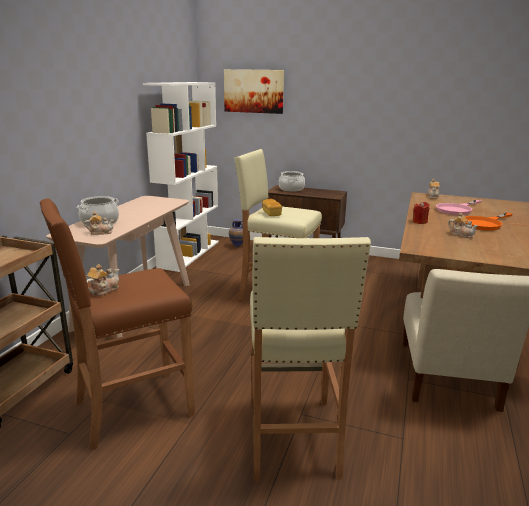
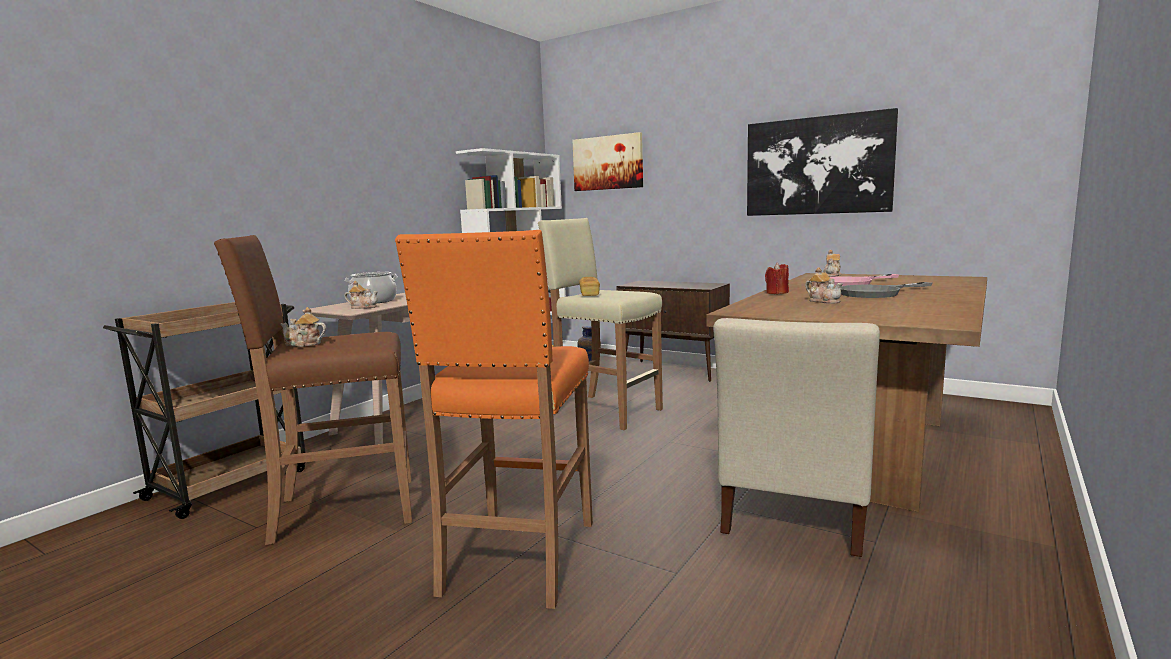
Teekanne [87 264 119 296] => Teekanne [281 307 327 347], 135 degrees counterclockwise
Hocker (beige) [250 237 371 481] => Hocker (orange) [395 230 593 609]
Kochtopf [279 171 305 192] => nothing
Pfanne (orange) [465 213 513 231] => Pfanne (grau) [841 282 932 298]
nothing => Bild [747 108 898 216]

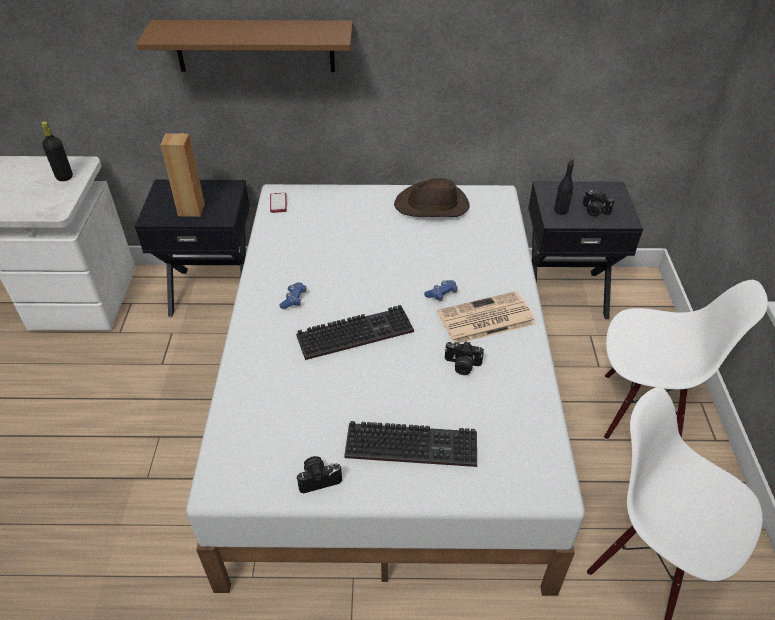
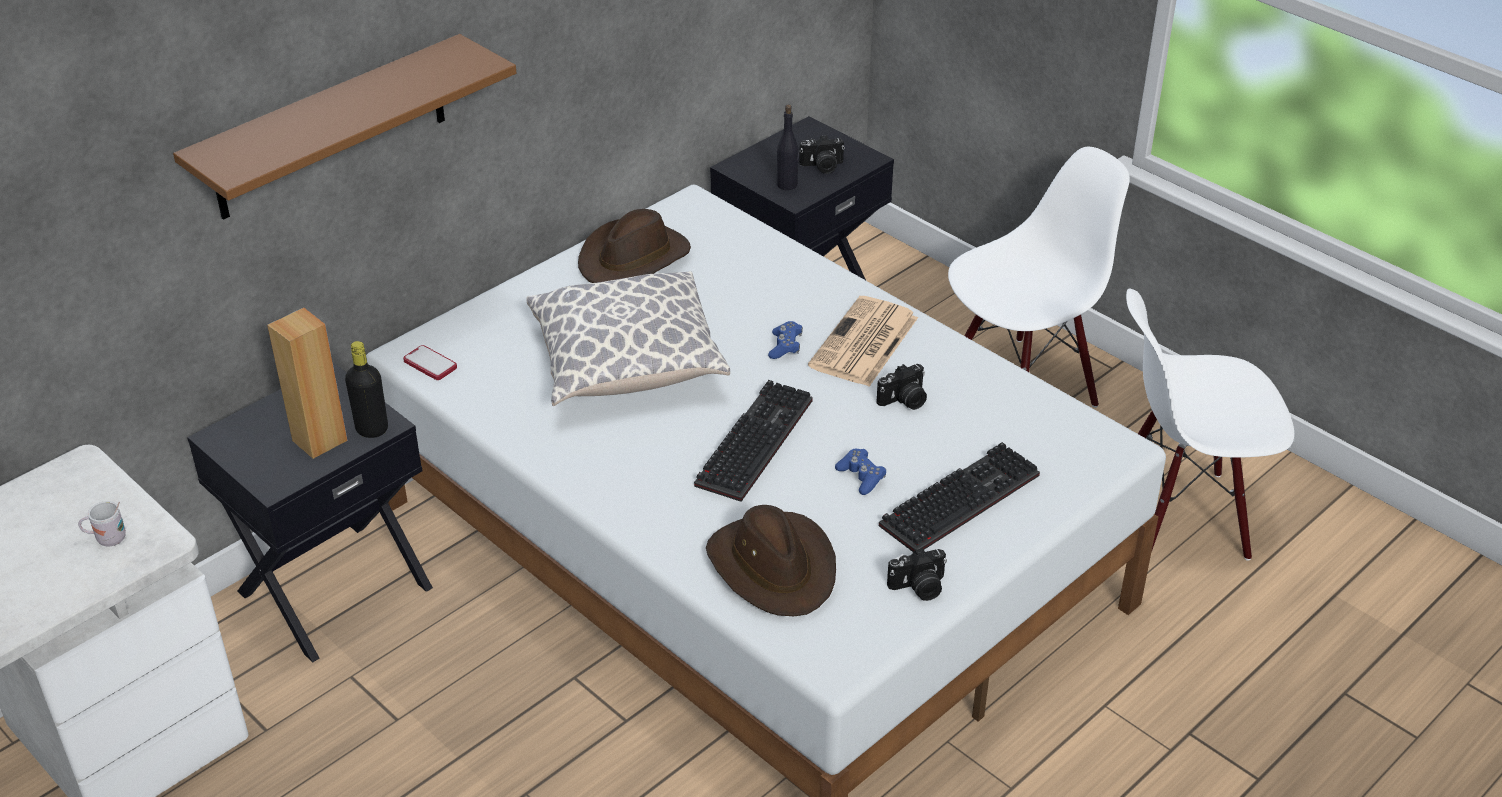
Flasche (schwarz) [41 121 73 181] => Flasche (schwarz) [345 341 388 438], move
Gamepad (blau) [279 282 307 309] => Gamepad (blau) [835 449 886 495], move
Kamera [296 456 342 493] => Kamera [887 548 947 601], 135 degrees counterclockwise
nothing => Henkelbecher (weiß) [78 501 126 547]
nothing => Kissen [526 271 730 406]
nothing => Hut (braun) [706 505 836 616]

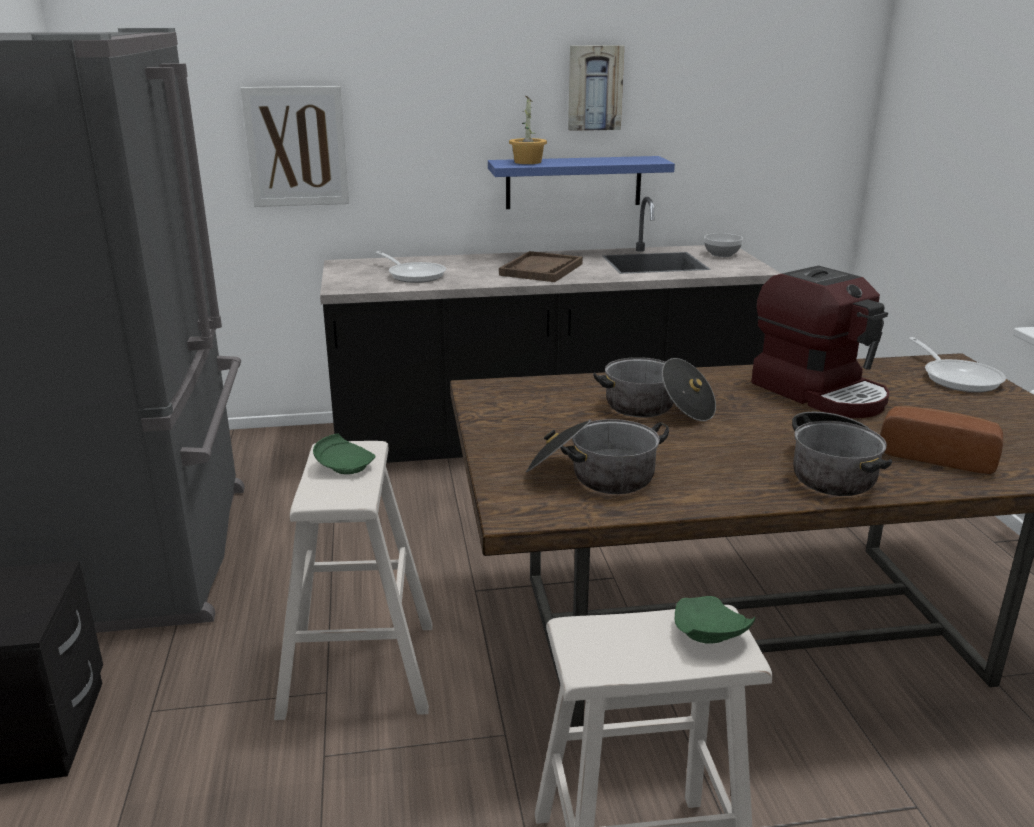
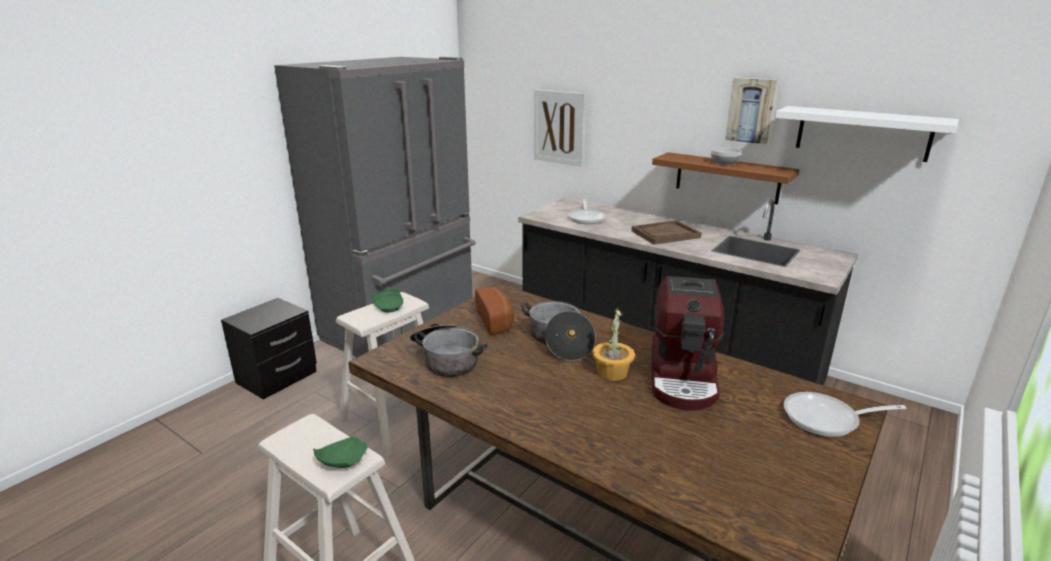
Wandregal (blau) [488 156 675 209] => Wandregal (braun) [652 152 799 205]
Topfpflanze [509 96 547 164] => Topfpflanze [592 308 635 381], move
Schüssel [704 233 743 257] => Schüssel [711 147 742 165], move
Kochtopf [792 412 892 496] => nothing
Brot [880 406 1003 474] => Brot [475 287 514 335], move
Pfanne [909 337 1006 392] => Pfanne [784 392 906 437], 60 degrees clockwise
nothing => Wandregal (weiß) [775 106 959 162]

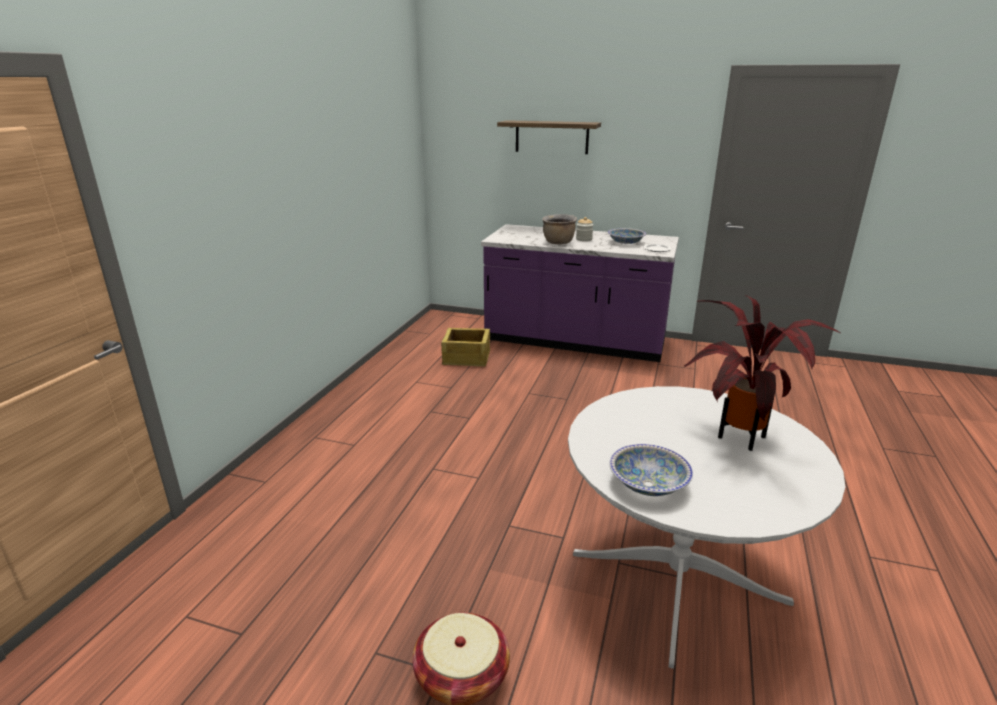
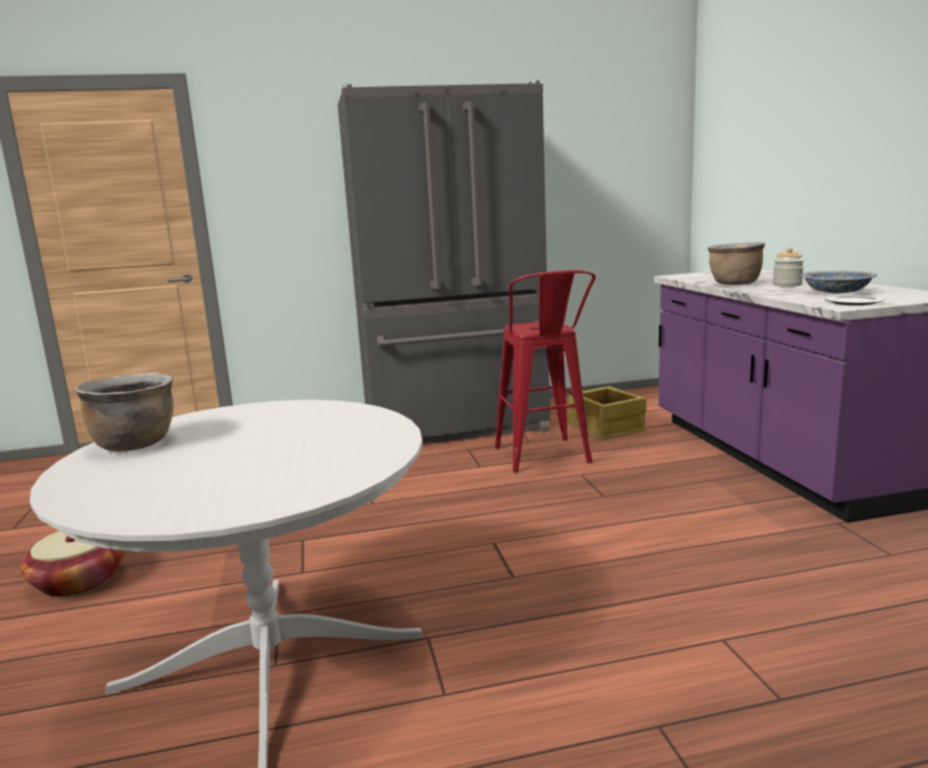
Wandregal [497 120 601 154] => nothing
Schüssel [609 444 693 496] => Kochtopf (braun) [75 373 174 451]
Topfpflanze [684 295 842 451] => nothing
nothing => Kühlschrank (grau) [338 81 550 444]
nothing => Hocker (rot) [495 270 596 472]

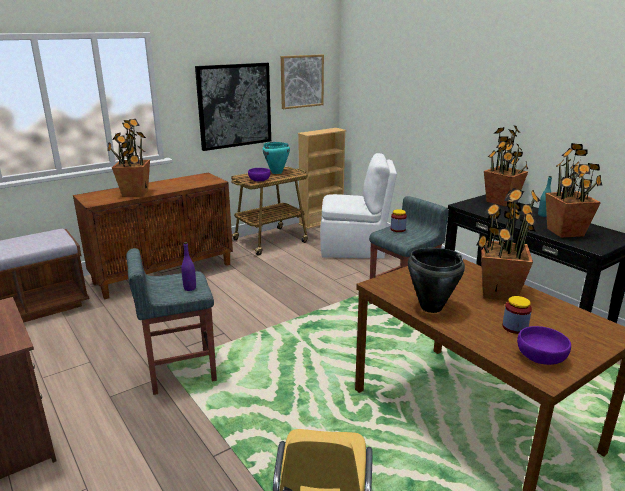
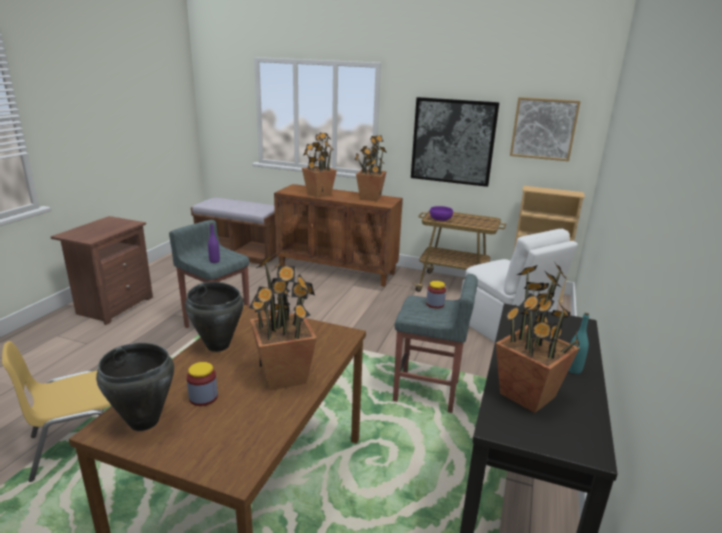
Kochtopf (türkis) [262 142 290 174] => nothing
Topfpflanze [484 126 528 207] => Topfpflanze [355 135 387 201], move
Schüssel (lila) [517 326 571 365] => Kochtopf (schwarz) [96 343 174 431]

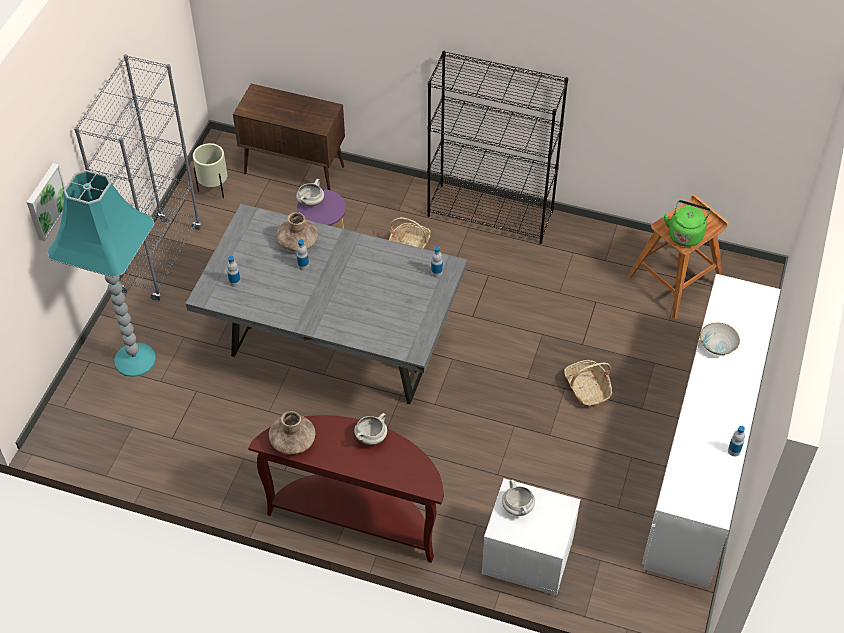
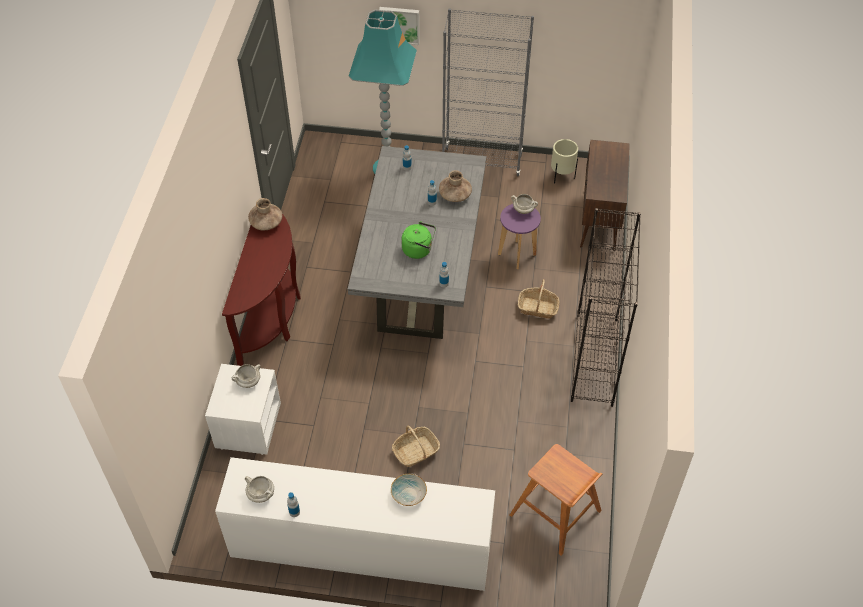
Kochtopf (weiß) [354 413 387 445] => Kochtopf (weiß) [245 476 274 503], move
Wasserkessel (grün) [664 200 711 247] => Wasserkessel (grün) [401 221 436 259], move

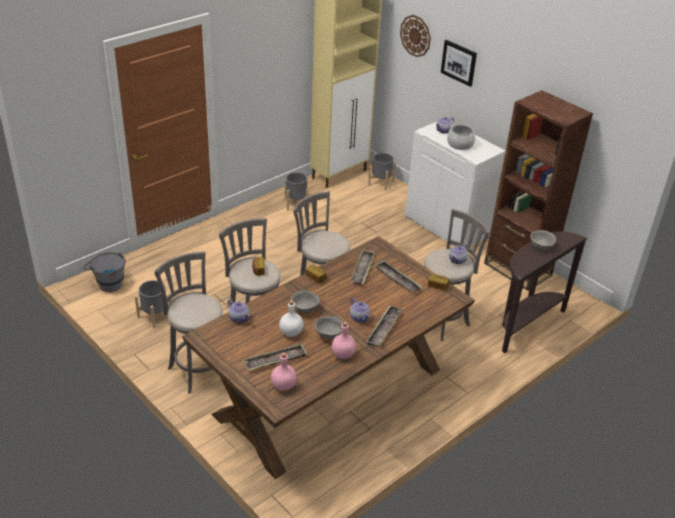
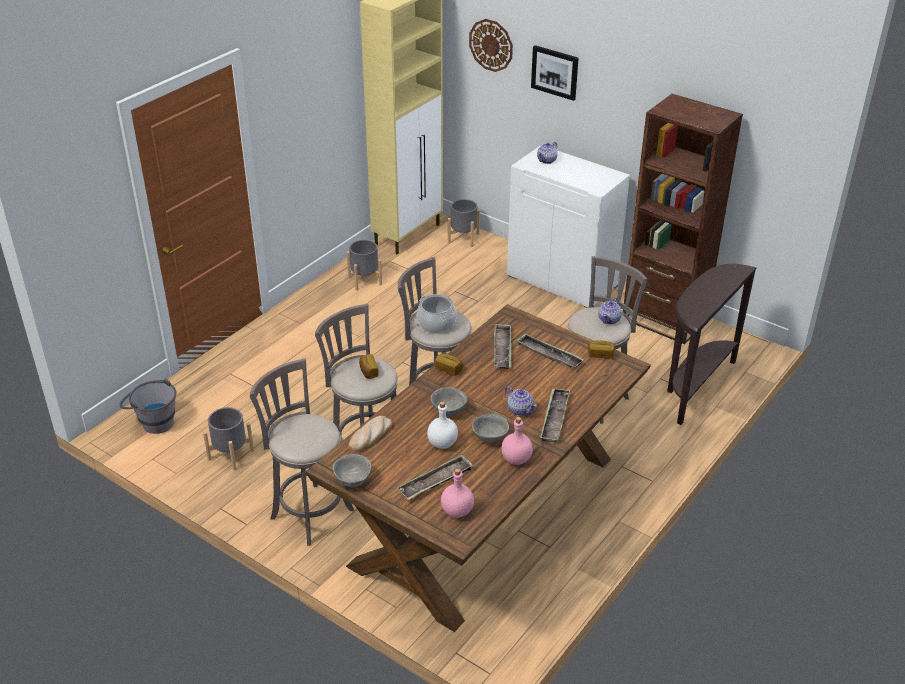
Teekanne [227 299 250 323] => Brot [348 416 392 451]
Kochtopf [447 124 475 150] => Kochtopf [417 294 457 333], move
Schüssel (grau) [530 230 556 250] => Schüssel (grau) [332 454 371 487], move

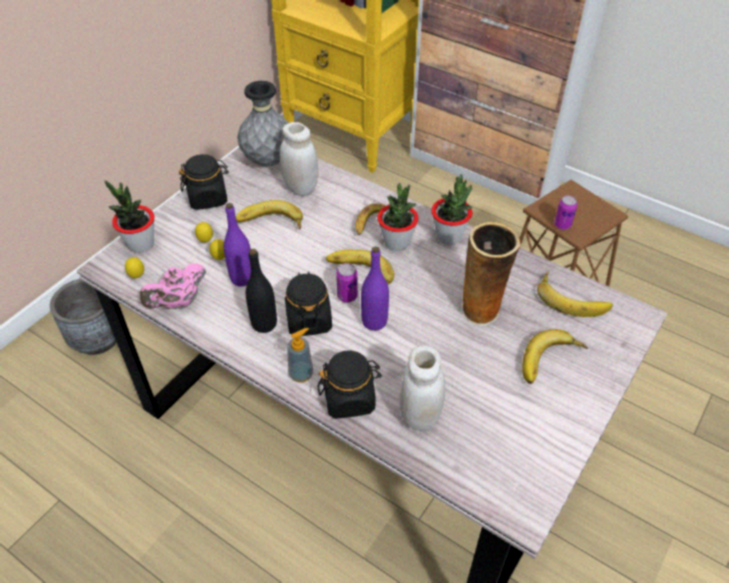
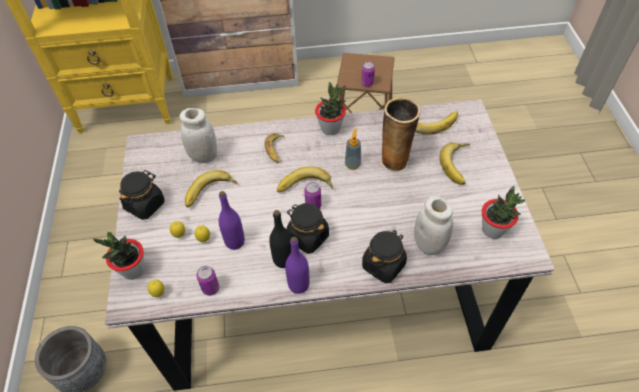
Teekanne (rosa) [140 263 206 309] => Dose [196 266 219 296]
Vase (grau) [237 81 289 167] => nothing
Seifenspender [287 328 313 383] => Seifenspender [345 128 361 170], move
Flasche (lila) [361 247 389 331] => Flasche (lila) [285 237 310 294], move
Topfpflanze [377 183 418 251] => Topfpflanze [482 186 525 239], move

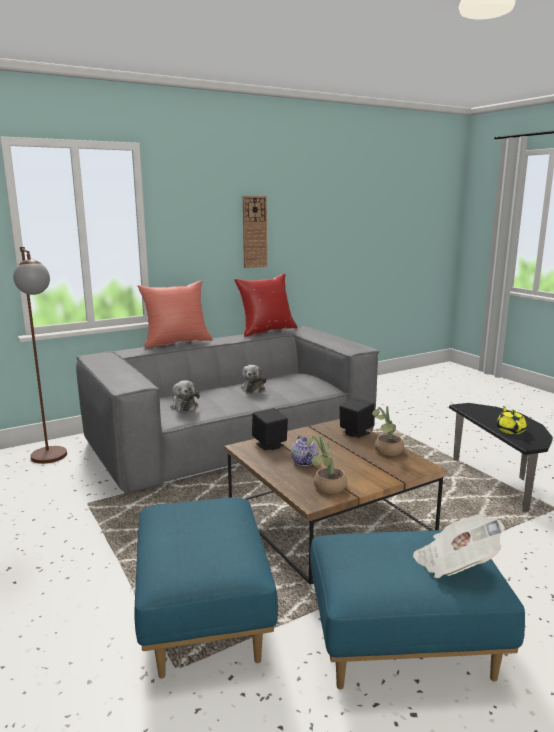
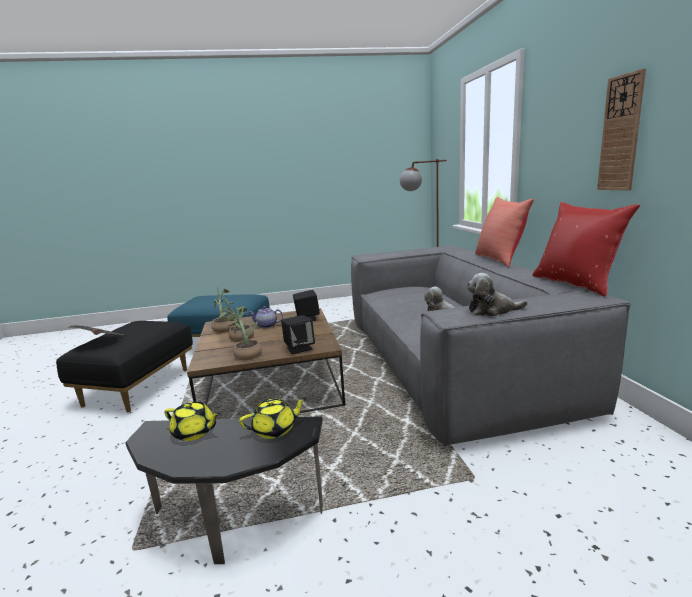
Plüschtier [171 380 200 412] => Plüschtier [466 273 528 316], move
Polsterhocker (blau) [310 530 525 690] => Polsterhocker (schwarz) [56 321 193 412]
nothing => Topfpflanze [219 297 254 342]
nothing => Teekanne (gelb) [239 398 307 439]

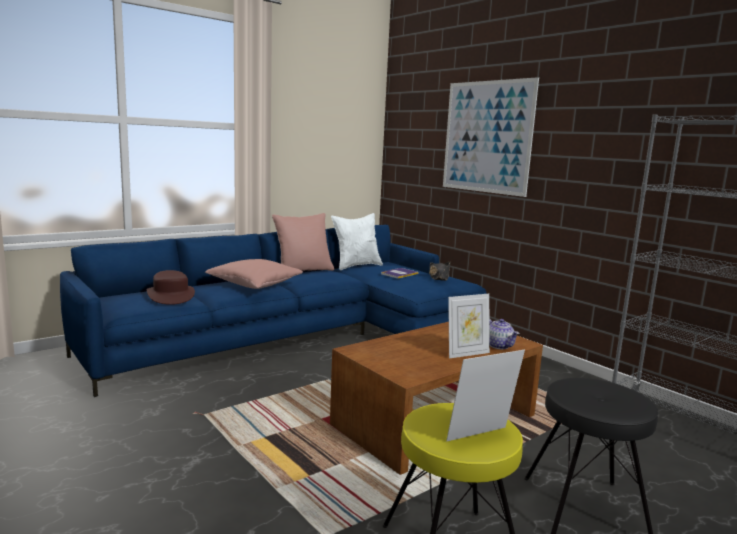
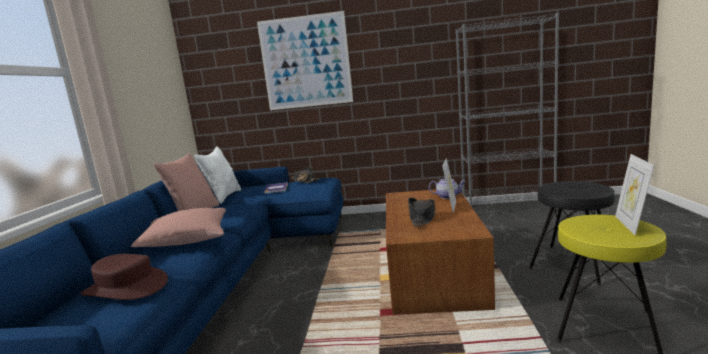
nothing => Hut (schwarz) [408 197 436 227]

